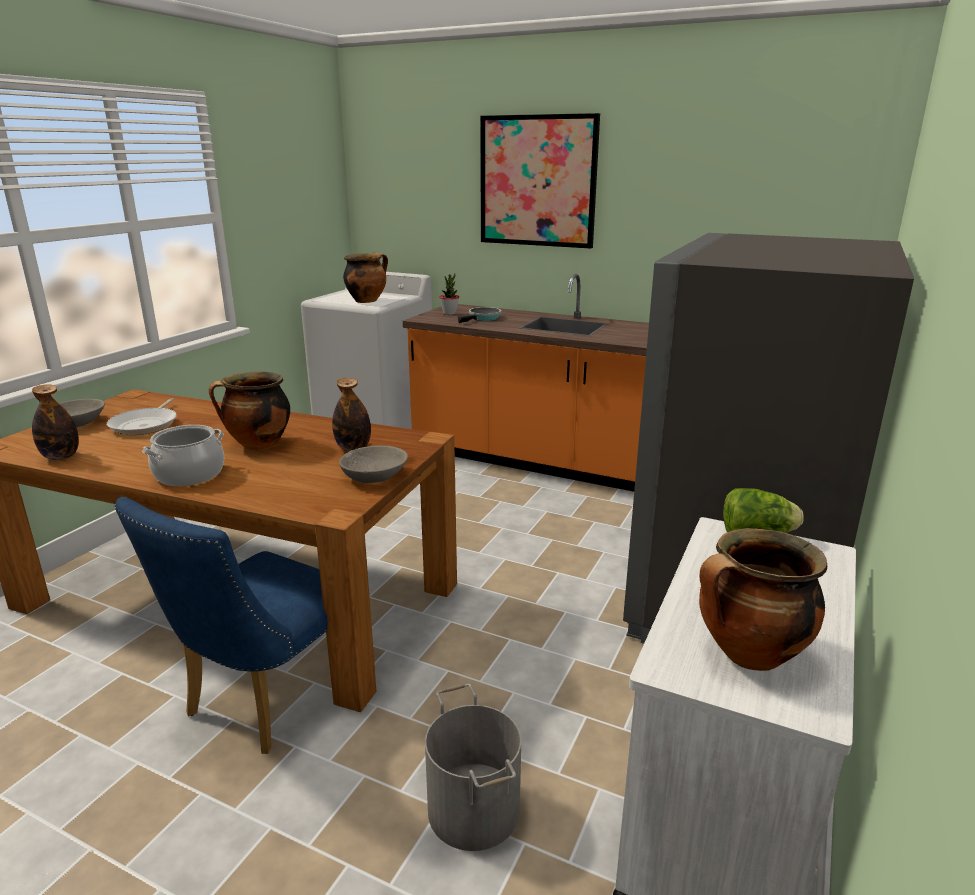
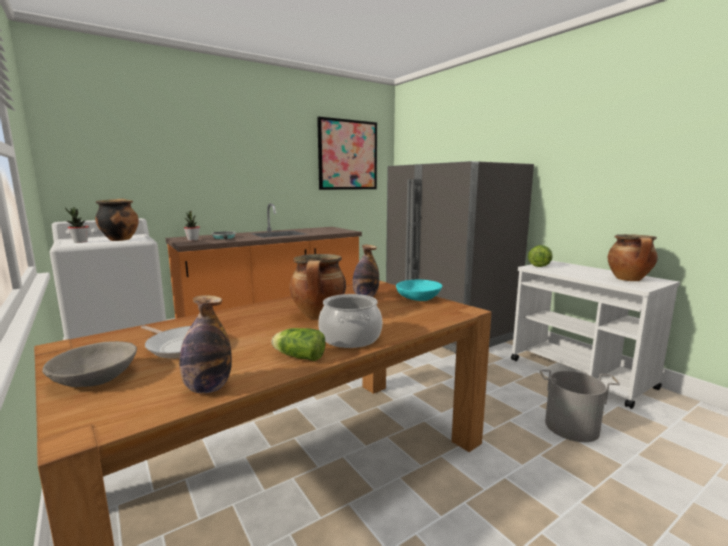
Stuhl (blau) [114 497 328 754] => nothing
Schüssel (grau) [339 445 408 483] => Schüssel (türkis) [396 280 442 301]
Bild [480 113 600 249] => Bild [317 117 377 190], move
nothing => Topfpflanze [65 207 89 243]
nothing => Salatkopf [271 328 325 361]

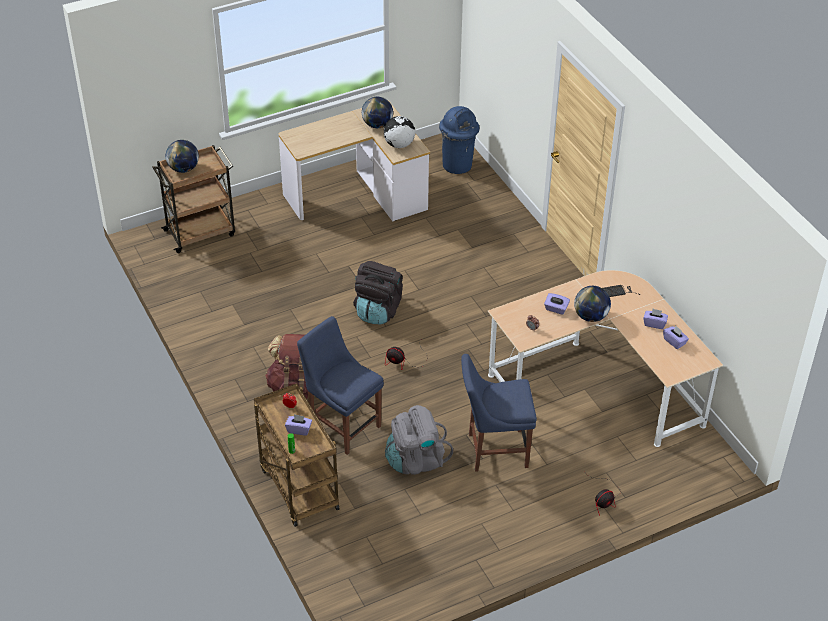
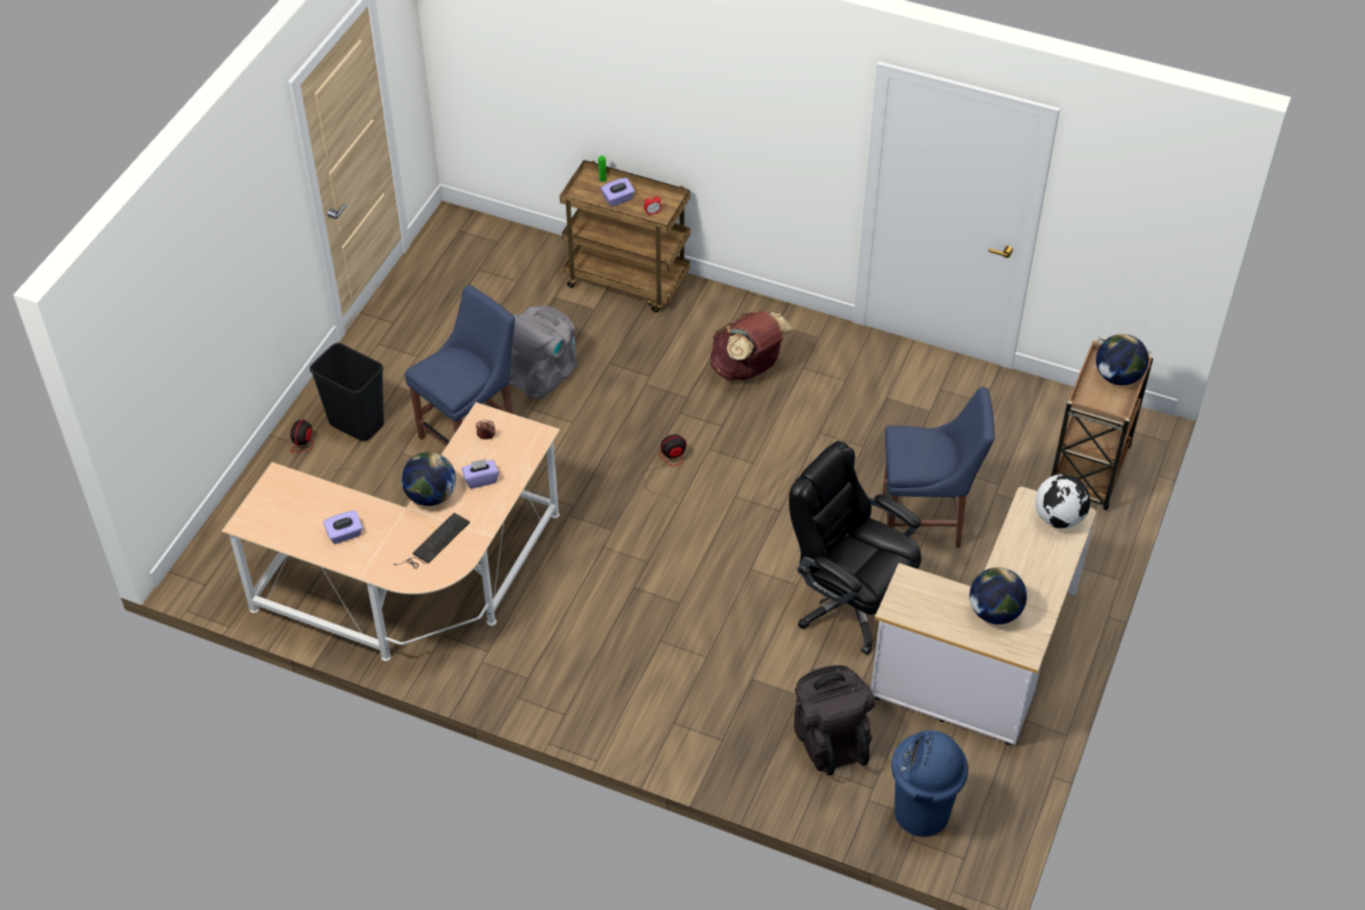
Stuhl (blau) [297 316 384 455] => Stuhl (blau) [883 387 995 548], move
Rucksack (schwarz) [353 261 403 325] => Rucksack (schwarz) [794 665 875 775], move
Globus [384 116 415 148] => Globus [1035 474 1090 529], move
Taschentuchbox (lila) [663 326 689 349] => nothing
nothing => Mülleimer (schwarz) [310 343 384 441]
nothing => Bürostuhl (schwarz) [789 441 921 655]

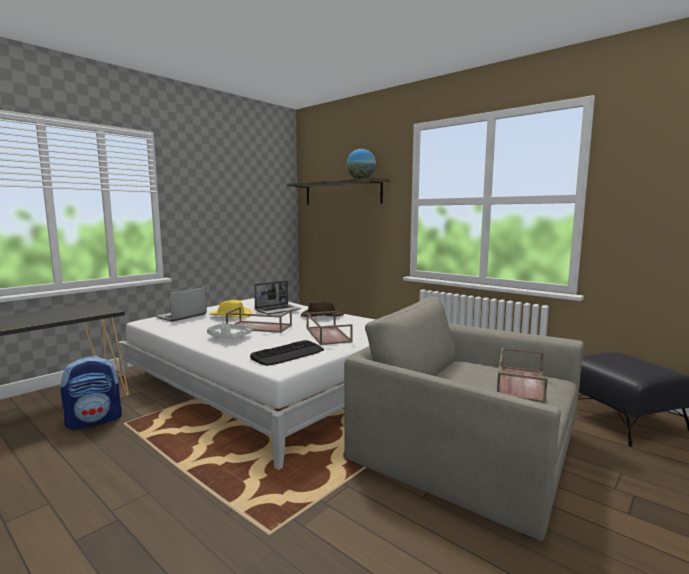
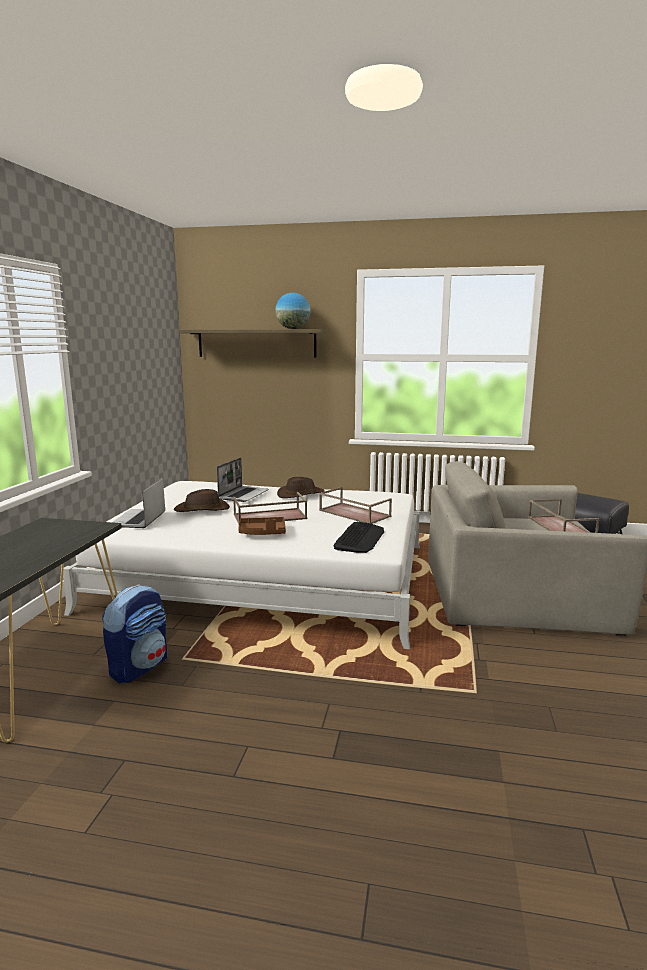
Tablett (weiß) [207 323 253 339] => Tablett (braun) [238 517 286 535]
Hut (gelb) [209 300 252 318] => Hut (braun) [174 489 230 512]

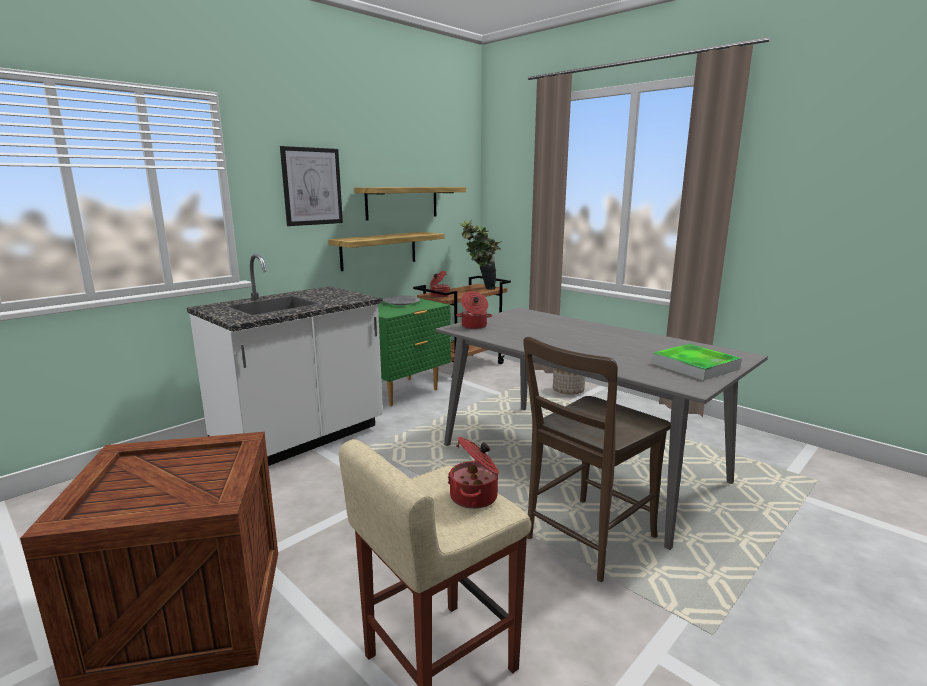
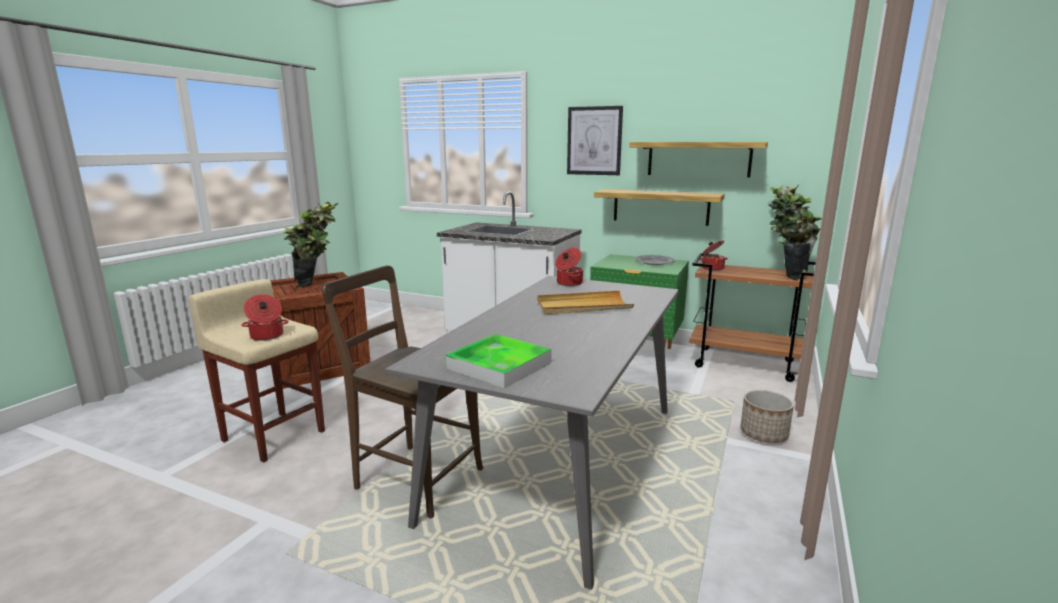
nothing => Topfpflanze [283 202 338 288]
nothing => Tablett (beige) [537 291 634 315]

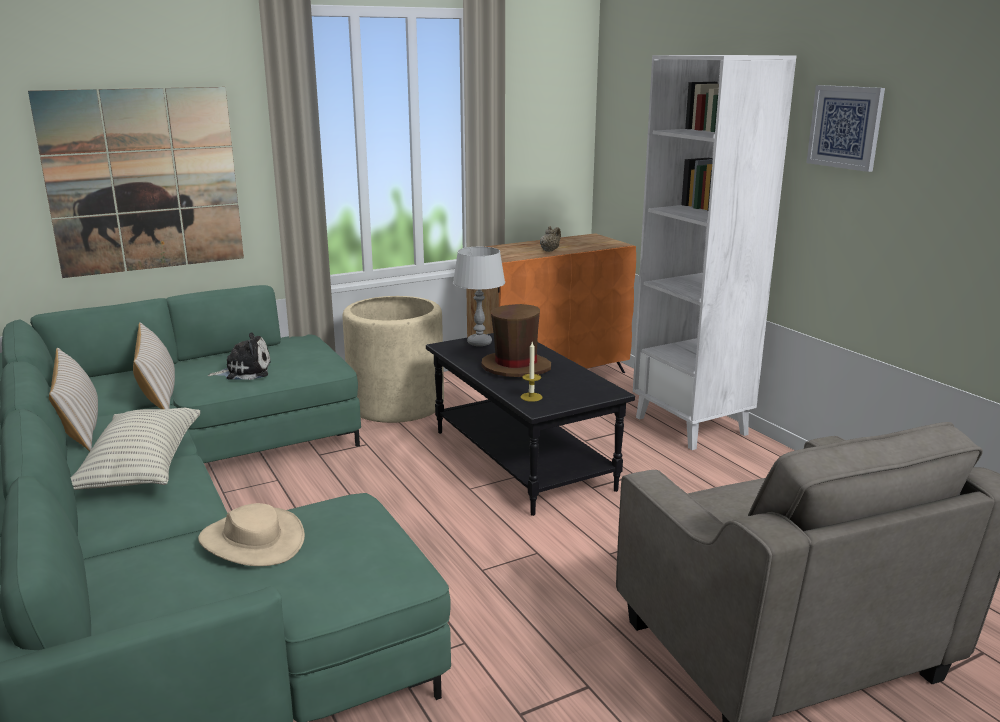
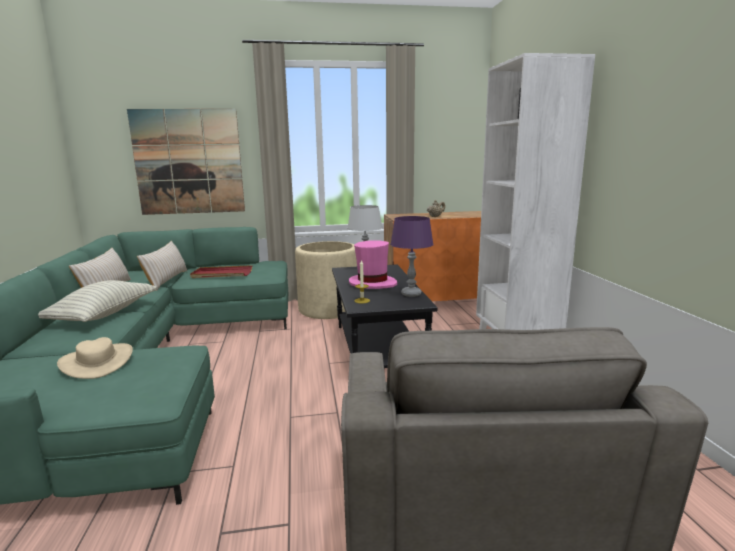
Plüschtier [207 332 271 380] => Tablett (rot) [190 265 252 278]
Hut (braun) [482 304 551 377] => Hut (rosa) [349 240 397 289]
Bild [806 85 885 172] => nothing
nothing => Tischlampe (lila) [390 216 434 297]

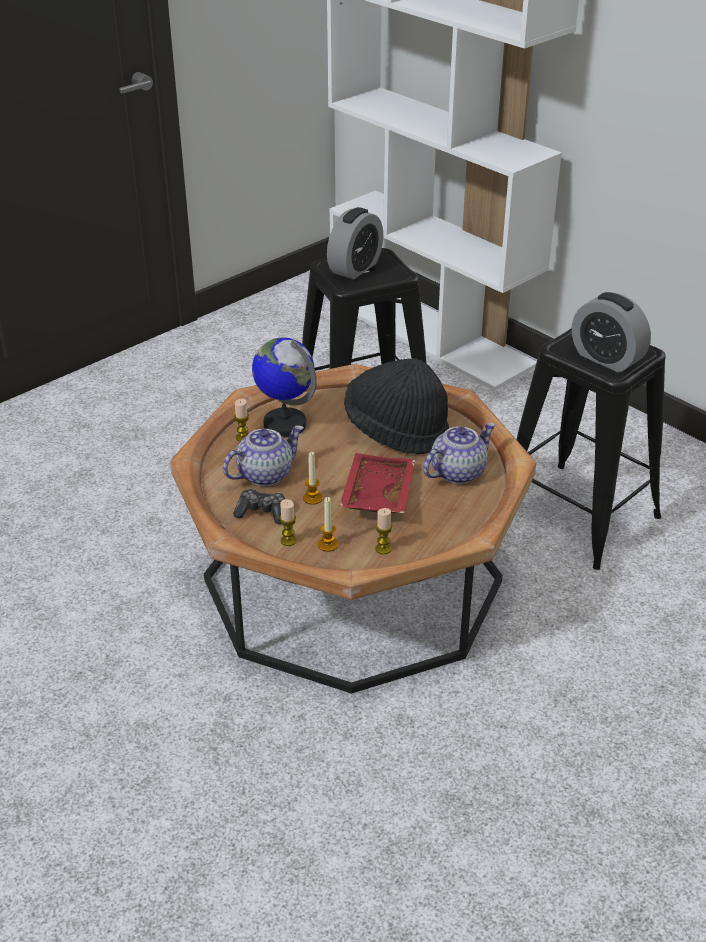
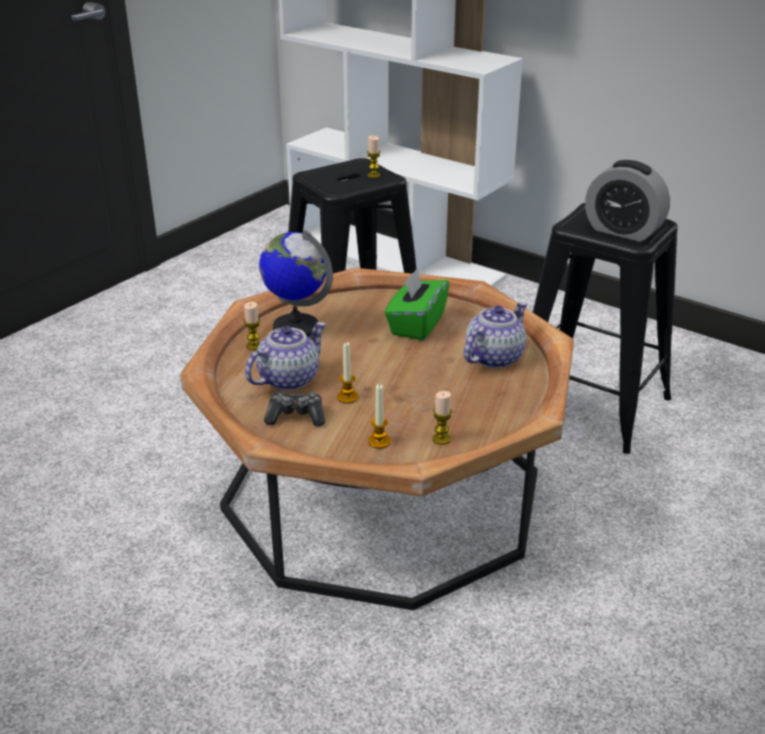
Kerze [279 499 297 546] => Kerze [367 136 381 178], move
Wecker [327 207 383 280] => nothing
Tablett (rot) [339 453 415 513] => nothing
Hut (schwarz) [344 358 449 454] => Taschentuchbox (grün) [385 269 449 341]

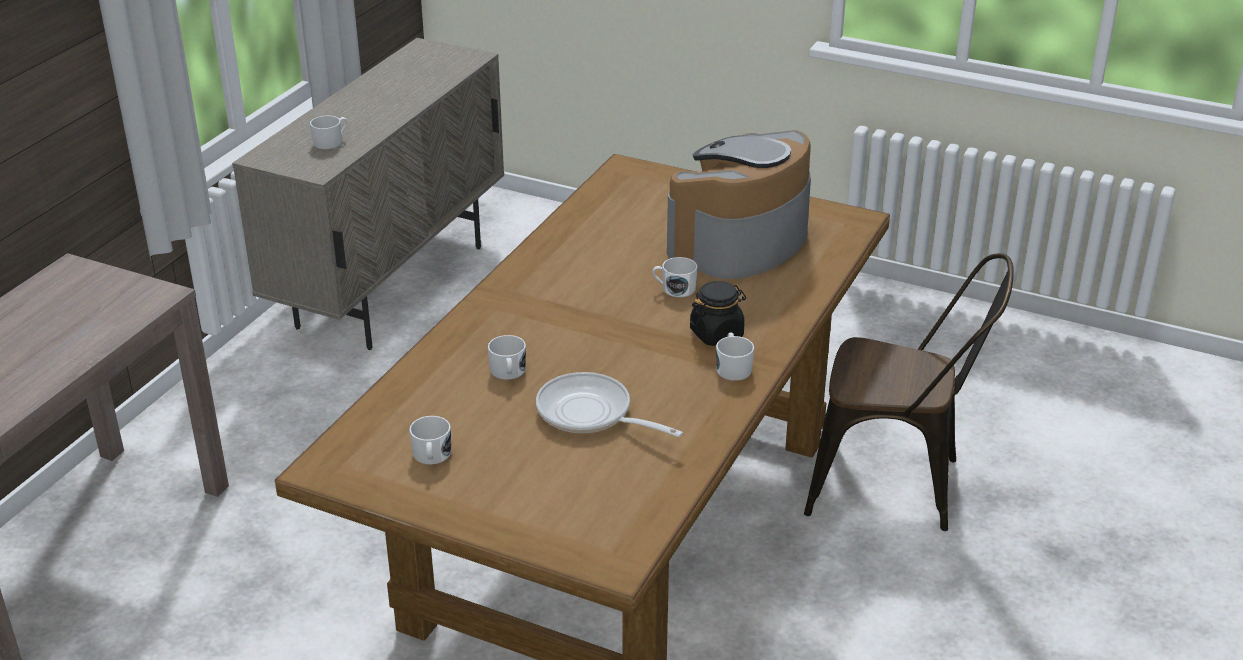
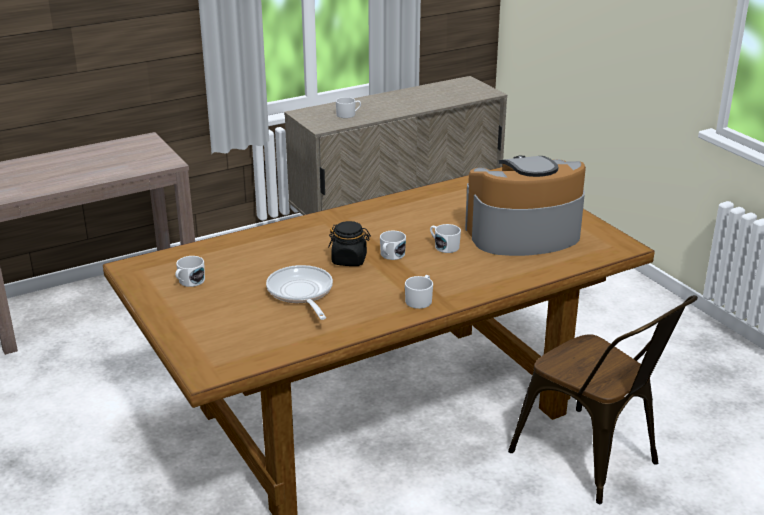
Henkelbecher (weiß) [488 335 526 380] => Henkelbecher (weiß) [380 231 406 260], move
Vorratsglas (schwarz) [690 281 746 346] => Vorratsglas (schwarz) [328 221 371 266], move

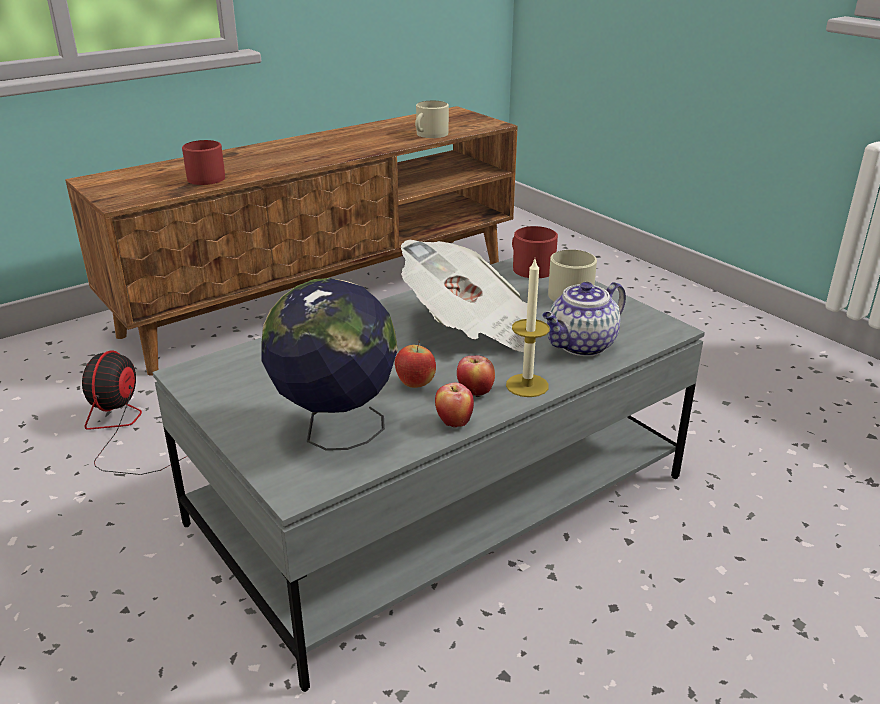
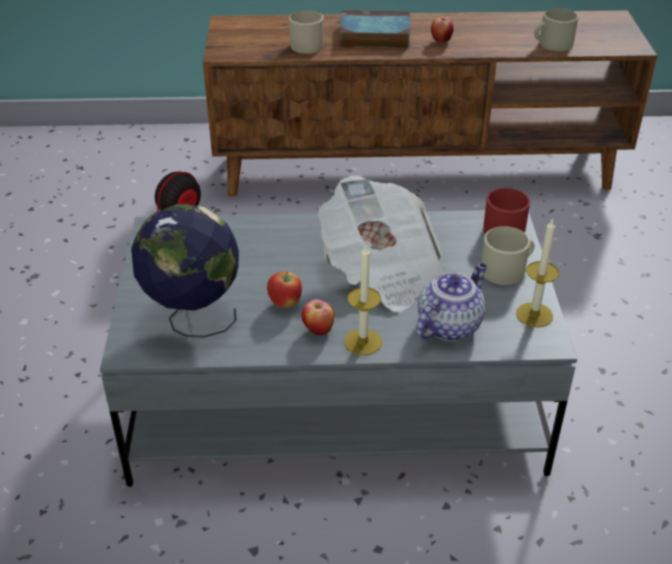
Henkelbecher (rot) [182 140 225 185] => Henkelbecher (beige) [289 10 324 54]
Apfel [435 383 474 428] => Apfel [431 17 454 43], move
Teekanne [542 282 626 356] => Teekanne [416 263 487 341], 135 degrees clockwise
nothing => Buch [340 10 411 48]
nothing => Kerze [516 218 559 328]

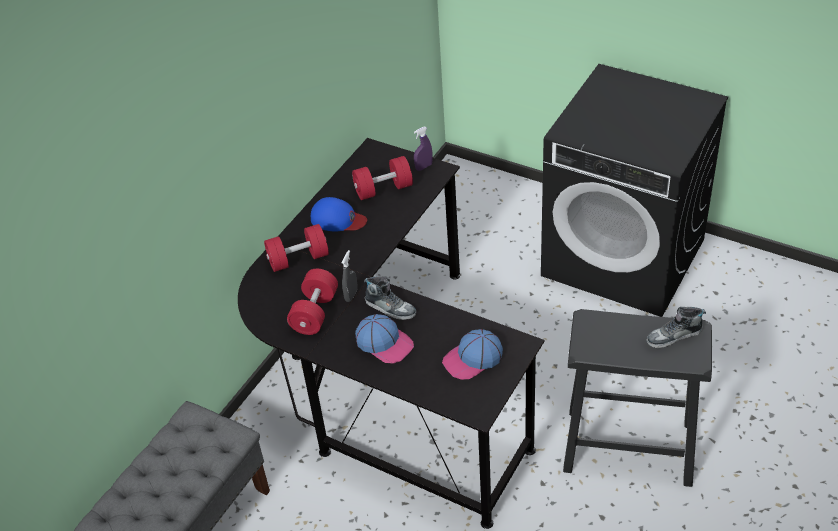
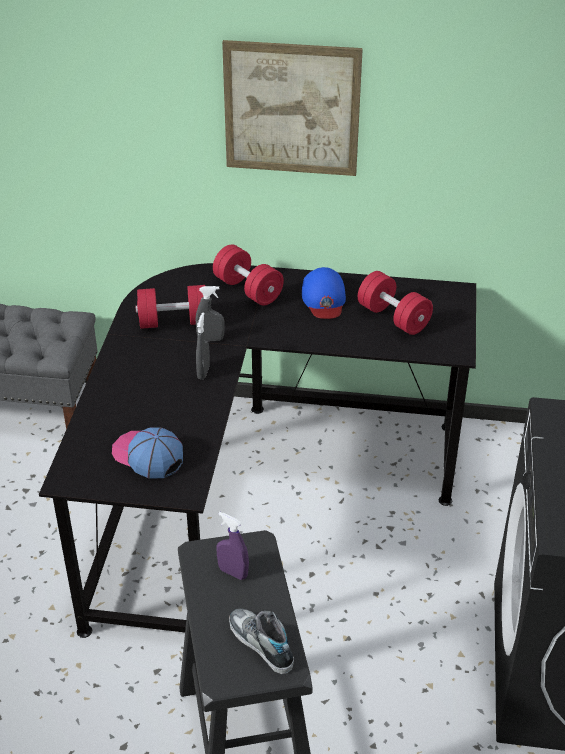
Kappe [355 314 414 363] => nothing
Schuh [364 276 416 320] => Sprühflasche (grau) [196 312 210 379]
Sprühflasche (lila) [414 126 432 171] => Sprühflasche (lila) [217 512 249 580], move
nothing => Bild [222 40 363 176]

